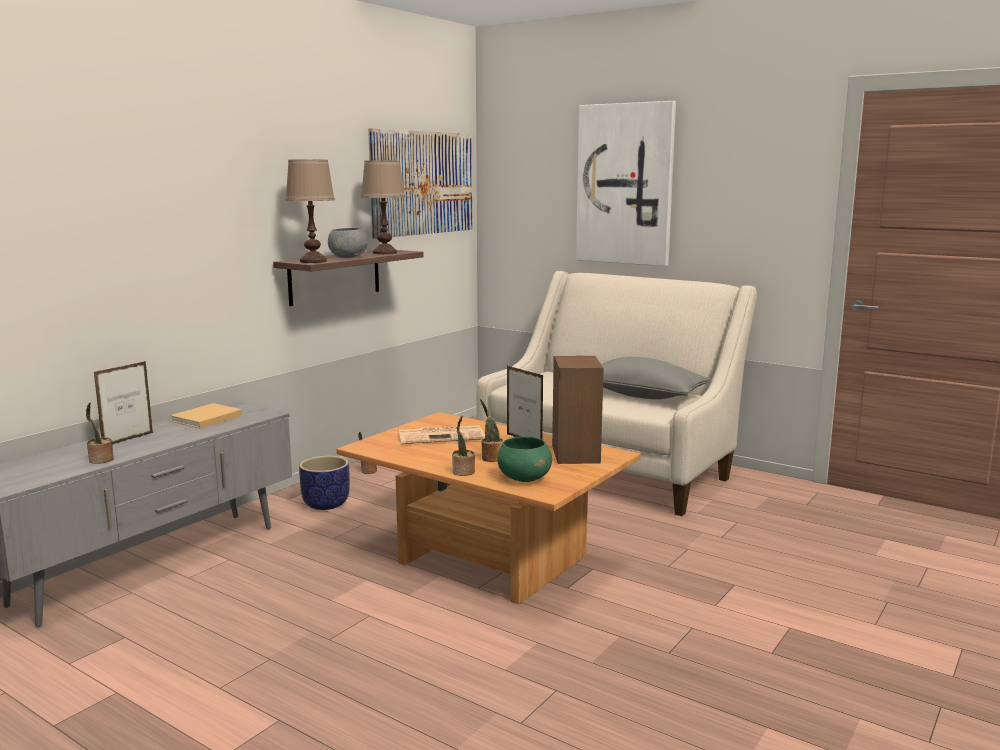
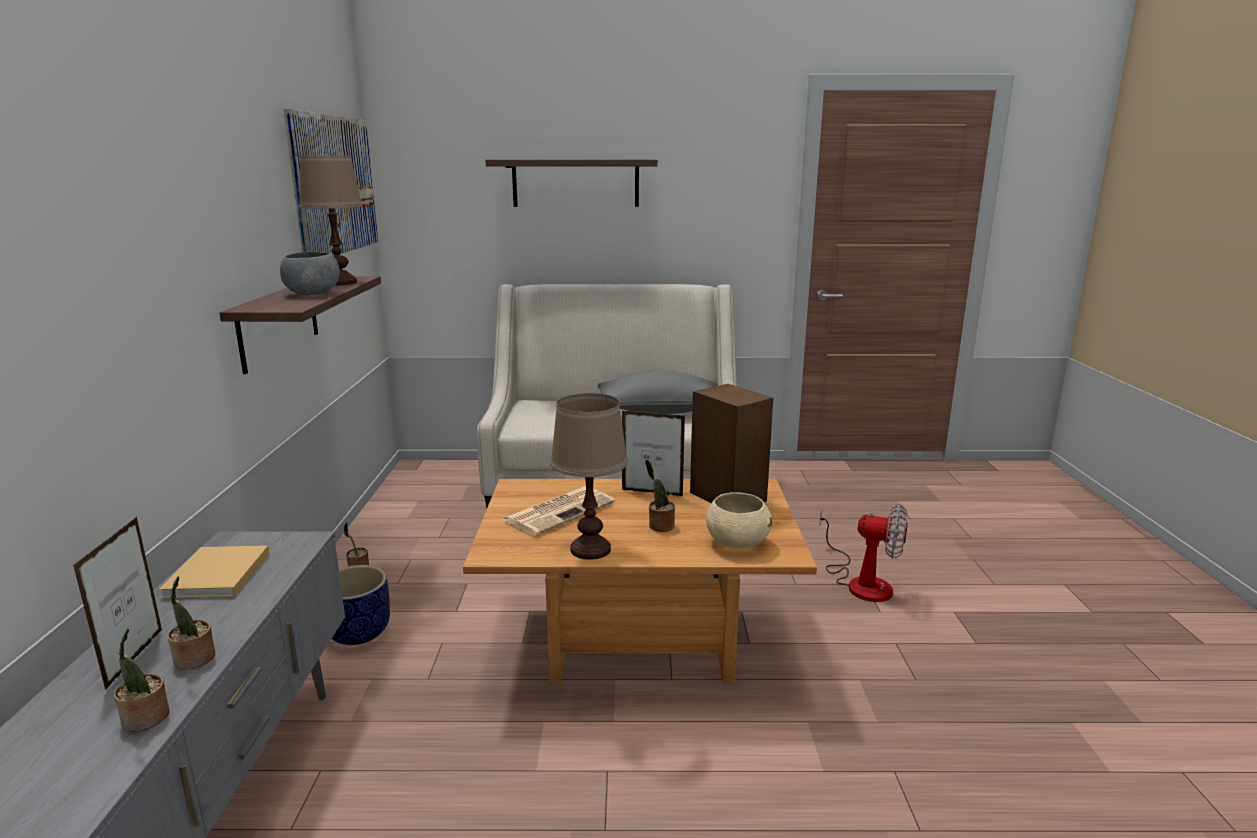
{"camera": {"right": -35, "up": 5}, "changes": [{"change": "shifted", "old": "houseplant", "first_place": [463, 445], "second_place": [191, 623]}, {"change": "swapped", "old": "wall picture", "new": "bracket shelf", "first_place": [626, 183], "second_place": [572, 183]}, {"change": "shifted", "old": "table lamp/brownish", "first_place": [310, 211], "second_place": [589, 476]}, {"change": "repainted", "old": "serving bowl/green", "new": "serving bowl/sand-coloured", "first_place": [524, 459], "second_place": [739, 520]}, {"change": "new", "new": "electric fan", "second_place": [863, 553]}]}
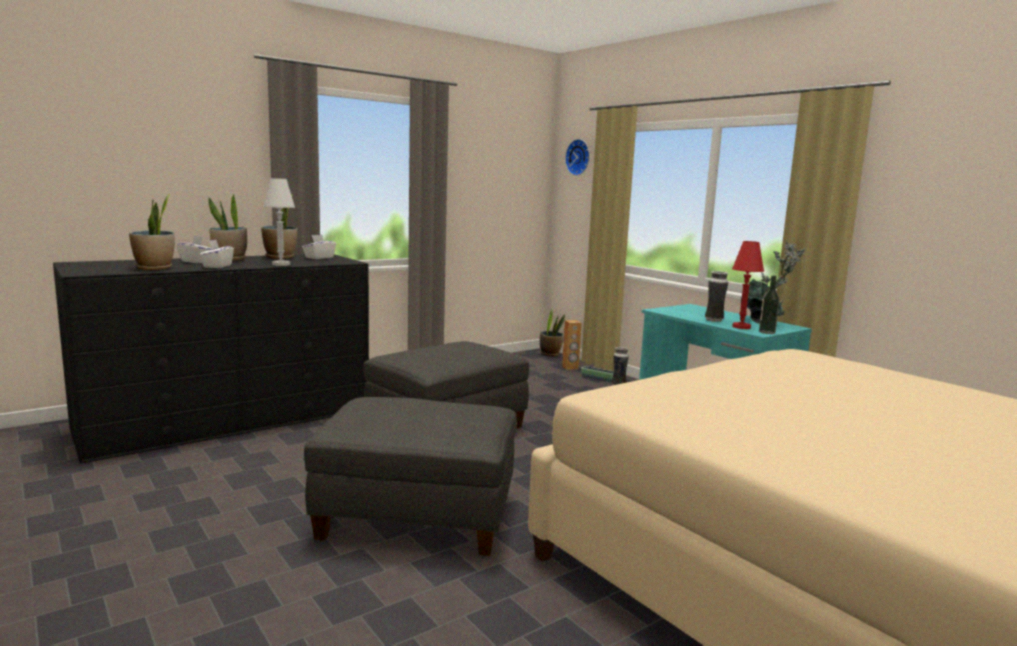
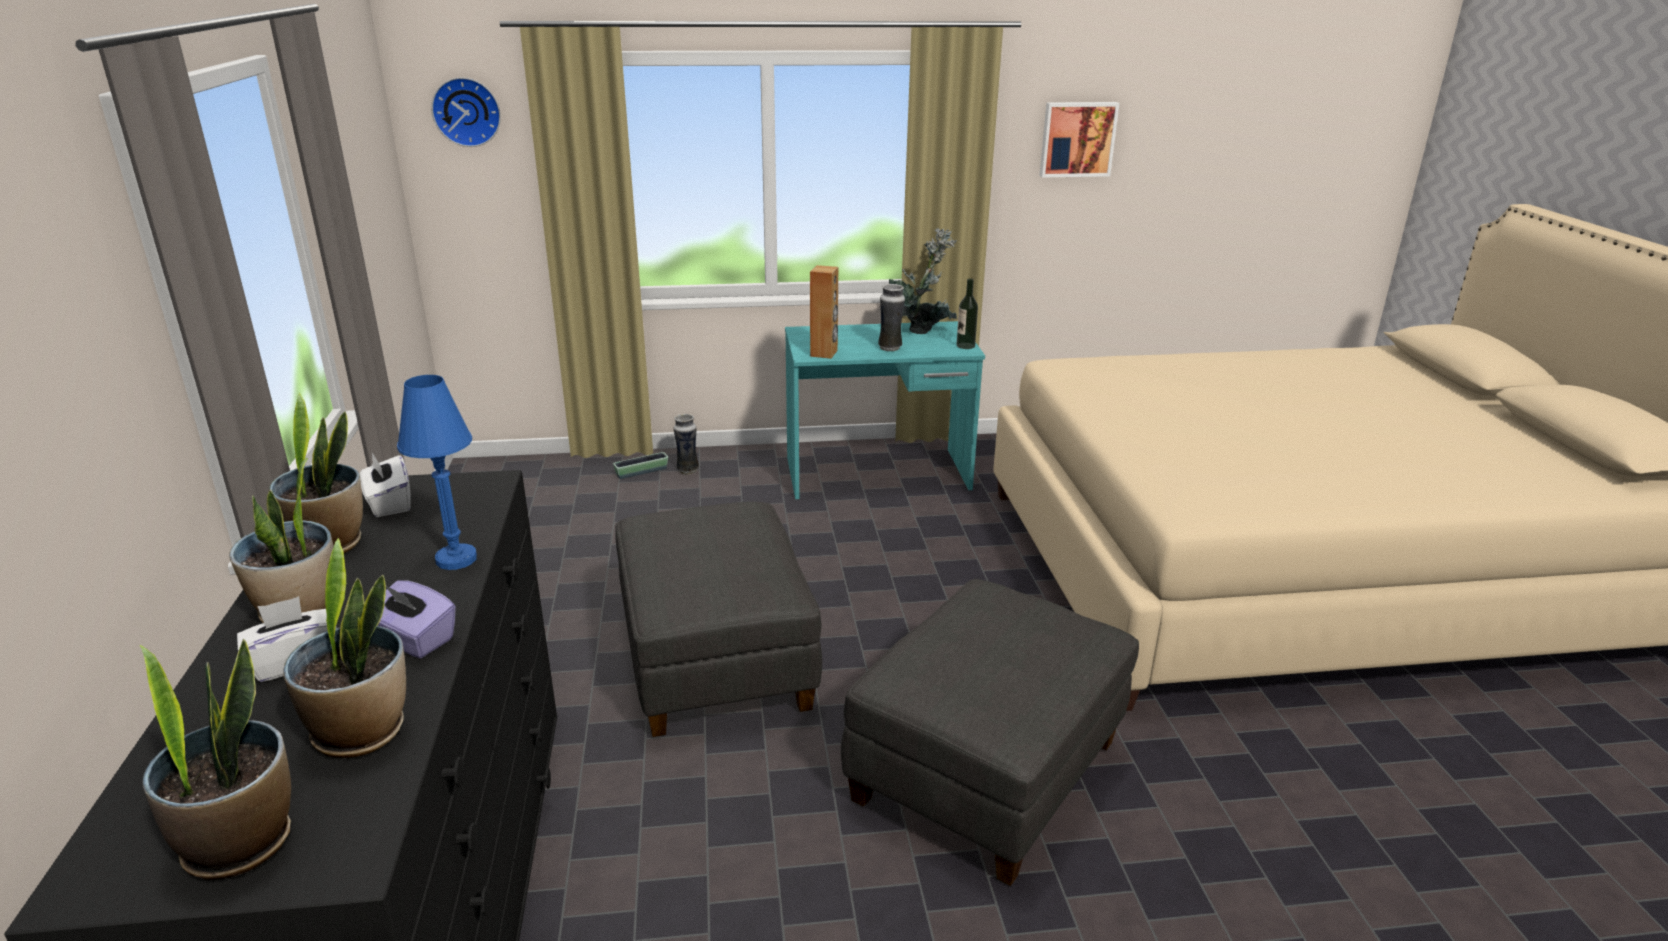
{"camera": {"right": -60, "up": 15}, "changes": [{"change": "shifted", "old": "houseplant", "first_place": [552, 332], "second_place": [215, 759]}, {"change": "repainted", "old": "box of tissues/whitish", "new": "box of tissues/purple-coloured", "first_place": [216, 254], "second_place": [416, 619]}, {"change": "repainted", "old": "table lamp/whitish", "new": "table lamp/bluish", "first_place": [279, 222], "second_place": [437, 472]}, {"change": "shifted", "old": "speaker/brownish", "first_place": [572, 345], "second_place": [824, 312]}, {"change": "new", "new": "wall picture", "second_place": [1079, 140]}, {"change": "gone", "old": "table lamp/red", "first_place": [748, 285]}]}
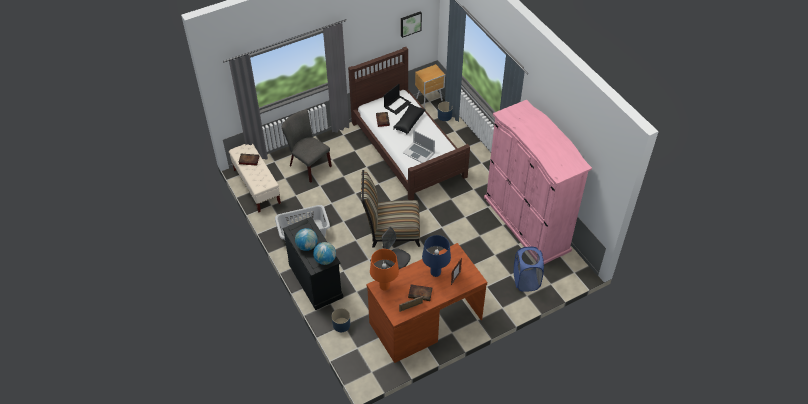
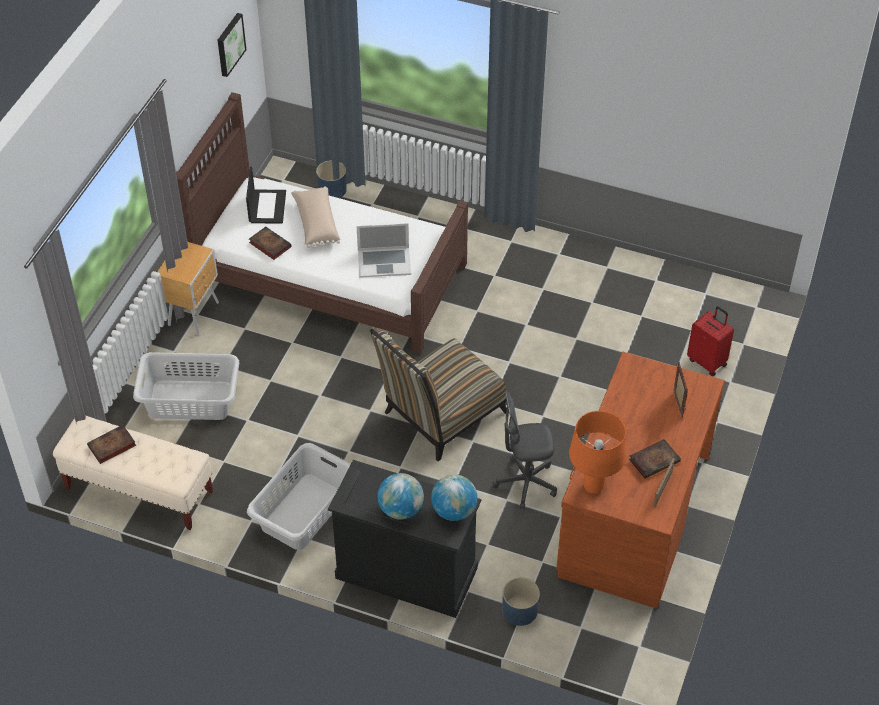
{"camera": {"right": -40, "up": 0}, "changes": [{"change": "swapped", "old": "upright chair/grey", "new": "laundry basket/grey", "first_place": [307, 146], "second_place": [186, 386]}, {"change": "shifted", "old": "nightstand/brownish", "first_place": [430, 86], "second_place": [188, 288]}, {"change": "repainted", "old": "cushion/black", "new": "cushion/sand-coloured", "first_place": [409, 119], "second_place": [315, 217]}, {"change": "swapped", "old": "laundry basket/bluish", "new": "piece of luggage/red", "first_place": [529, 269], "second_place": [710, 341]}, {"change": "gone", "old": "table lamp/bluish", "first_place": [436, 256]}, {"change": "gone", "old": "wardrobe/pink-coloured", "first_place": [538, 182]}]}
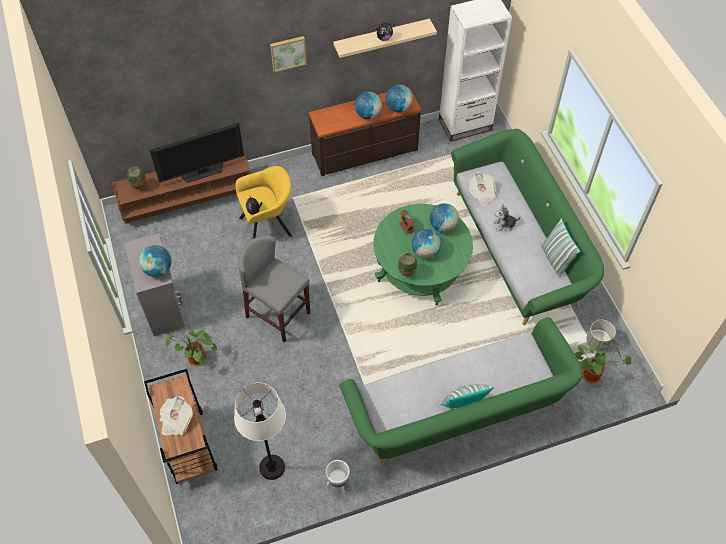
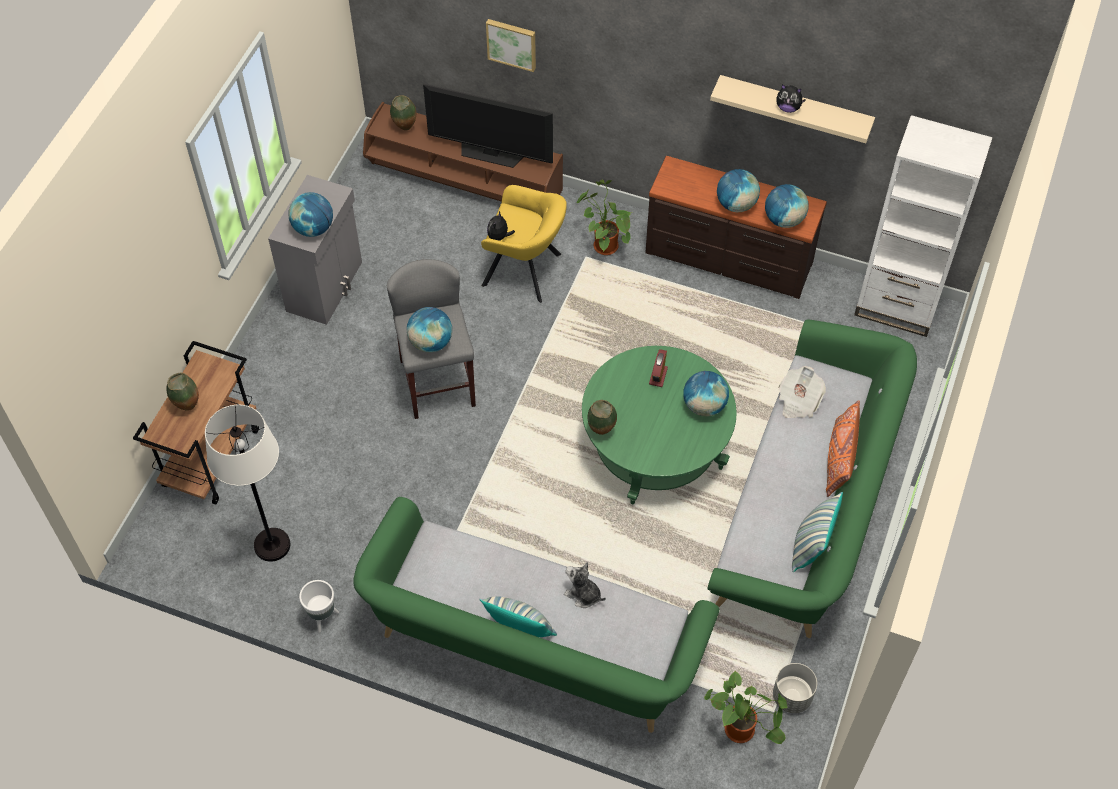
{"camera": {"right": 40, "up": 0}, "changes": [{"change": "swapped", "old": "newspaper", "new": "vase", "first_place": [176, 416], "second_place": [183, 392]}, {"change": "shifted", "old": "desk globe", "first_place": [426, 244], "second_place": [429, 330]}, {"change": "shifted", "old": "wall picture", "first_place": [288, 54], "second_place": [511, 45]}, {"change": "shifted", "old": "plush toy", "first_place": [507, 218], "second_place": [585, 585]}, {"change": "shifted", "old": "houseplant", "first_place": [191, 342], "second_place": [603, 217]}, {"change": "new", "new": "cushion/orange", "second_place": [843, 448]}]}
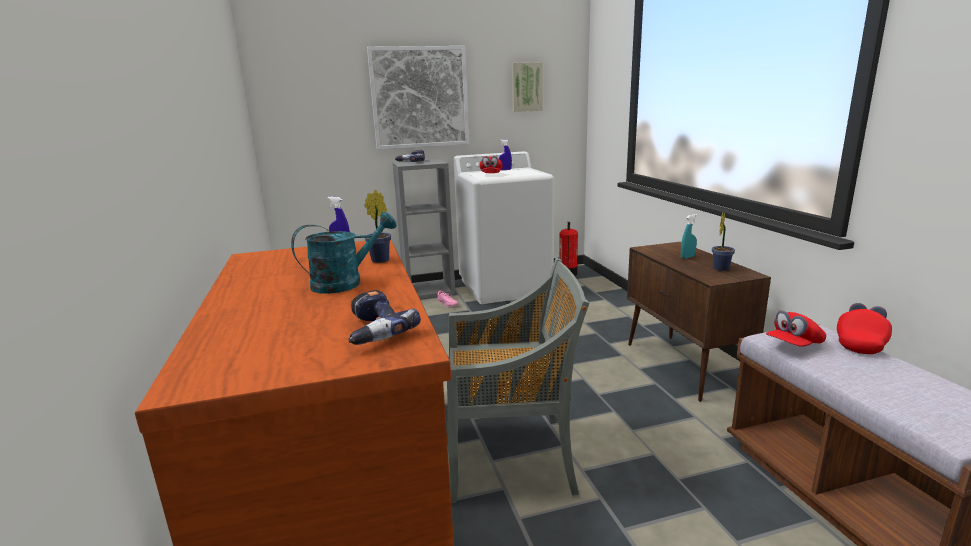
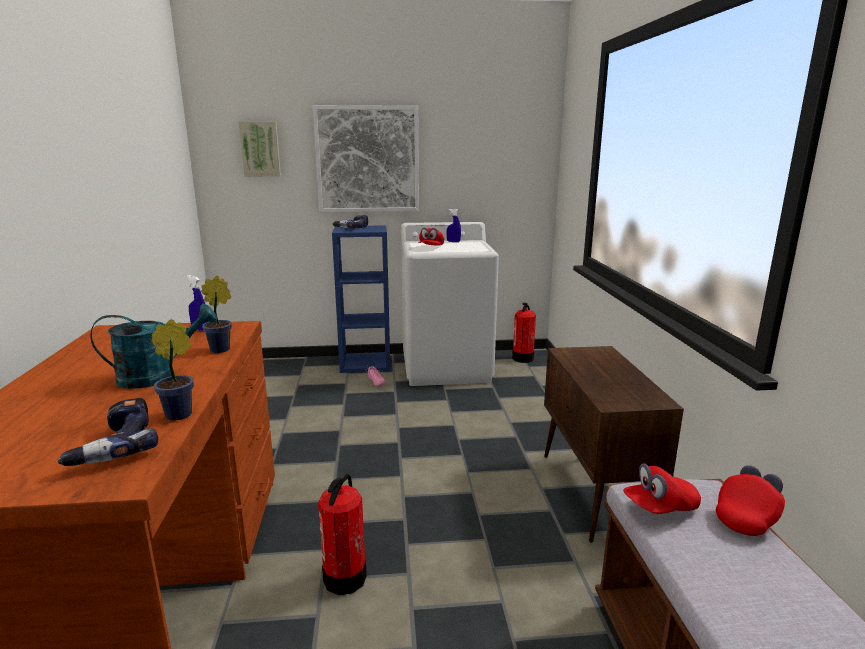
{"camera": {"right": 10, "up": 0}, "changes": [{"change": "shifted", "old": "houseplant", "first_place": [723, 241], "second_place": [172, 369]}, {"change": "shifted", "old": "wall picture", "first_place": [527, 87], "second_place": [259, 149]}, {"change": "swapped", "old": "upright chair/grey", "new": "fire-fighting cylinder", "first_place": [518, 380], "second_place": [342, 534]}, {"change": "repainted", "old": "bookshelf/grey", "new": "bookshelf/bluish", "first_place": [424, 229], "second_place": [361, 299]}, {"change": "gone", "old": "hand sprayer/turquoise", "first_place": [689, 236]}]}
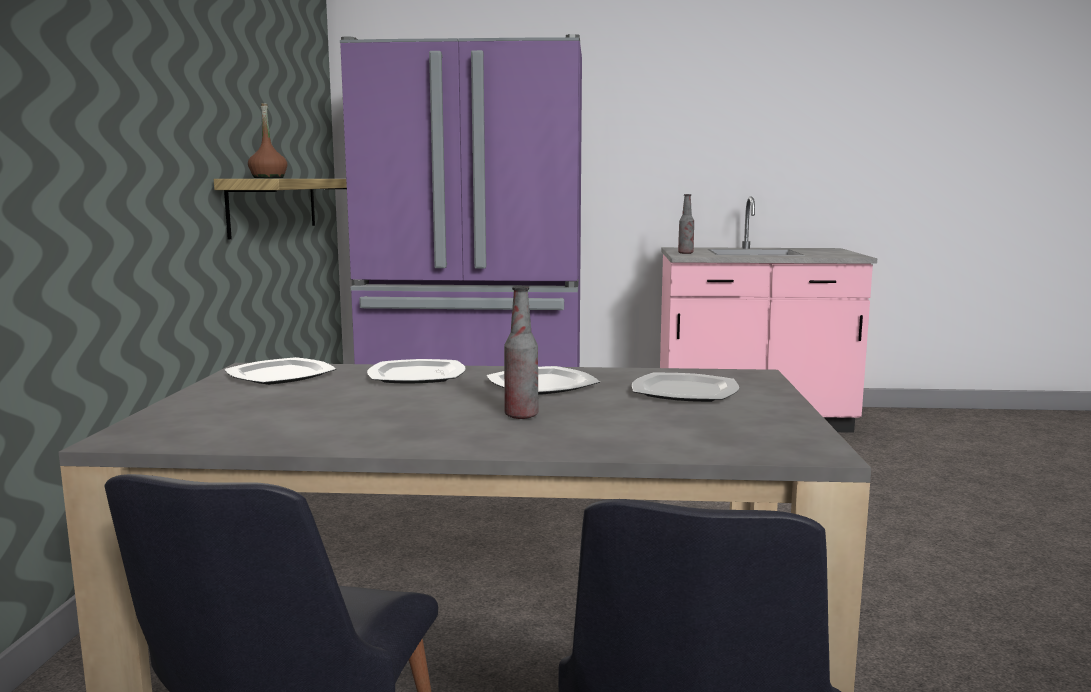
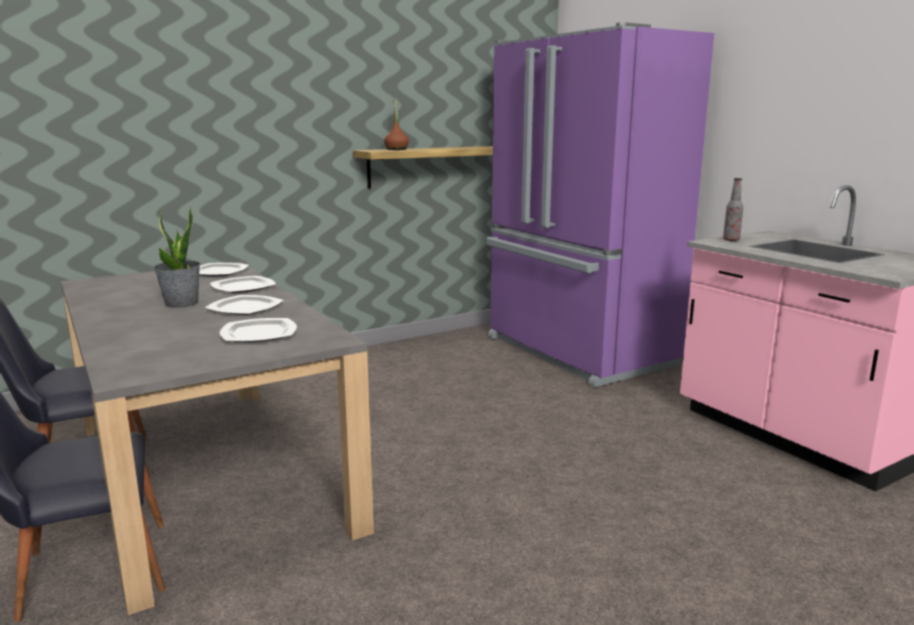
{"camera": {"right": 55, "up": 5}, "changes": [{"change": "new", "new": "houseplant", "second_place": [177, 257]}, {"change": "gone", "old": "bottle", "first_place": [521, 352]}]}
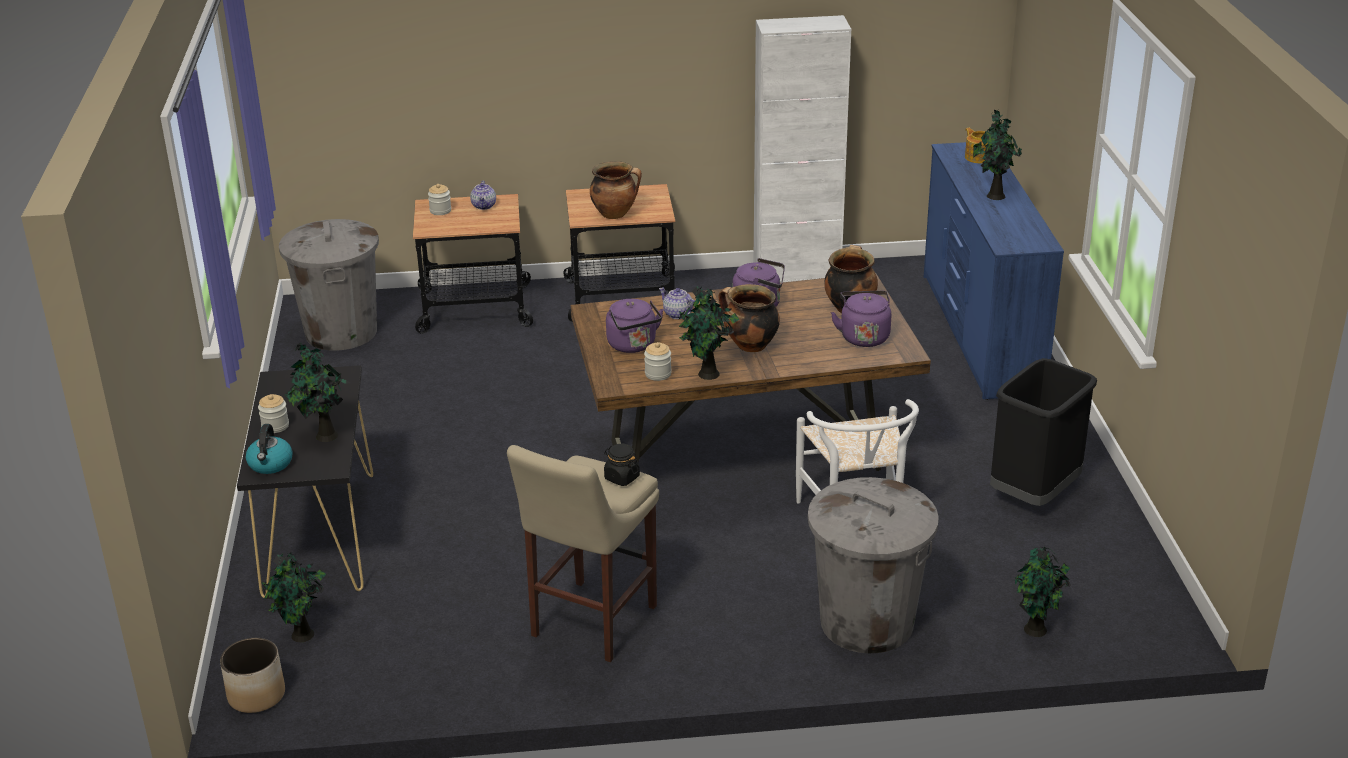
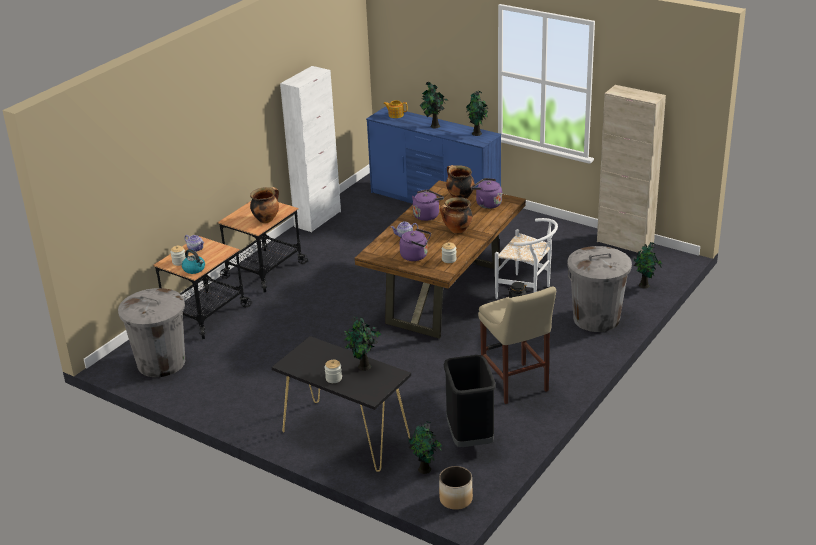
{"camera": {"right": -50, "up": 0}, "changes": [{"change": "shifted", "old": "tea kettle", "first_place": [269, 449], "second_place": [193, 261]}, {"change": "shifted", "old": "trash can/black", "first_place": [1043, 432], "second_place": [470, 401]}, {"change": "shifted", "old": "houseplant", "first_place": [709, 333], "second_place": [477, 113]}, {"change": "new", "new": "cupboard/sand-coloured", "second_place": [631, 169]}]}
